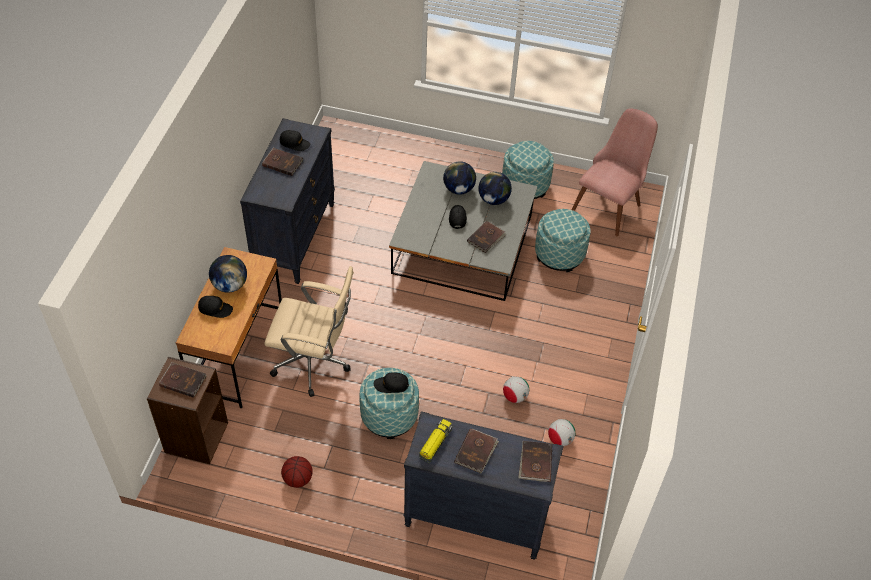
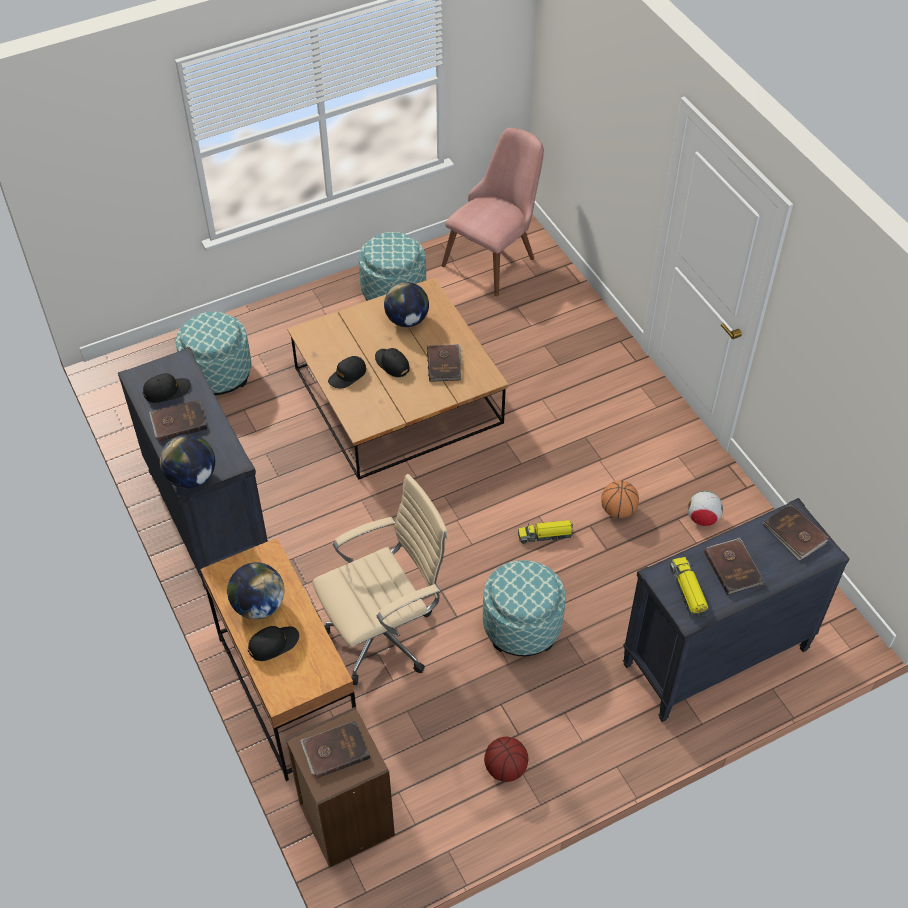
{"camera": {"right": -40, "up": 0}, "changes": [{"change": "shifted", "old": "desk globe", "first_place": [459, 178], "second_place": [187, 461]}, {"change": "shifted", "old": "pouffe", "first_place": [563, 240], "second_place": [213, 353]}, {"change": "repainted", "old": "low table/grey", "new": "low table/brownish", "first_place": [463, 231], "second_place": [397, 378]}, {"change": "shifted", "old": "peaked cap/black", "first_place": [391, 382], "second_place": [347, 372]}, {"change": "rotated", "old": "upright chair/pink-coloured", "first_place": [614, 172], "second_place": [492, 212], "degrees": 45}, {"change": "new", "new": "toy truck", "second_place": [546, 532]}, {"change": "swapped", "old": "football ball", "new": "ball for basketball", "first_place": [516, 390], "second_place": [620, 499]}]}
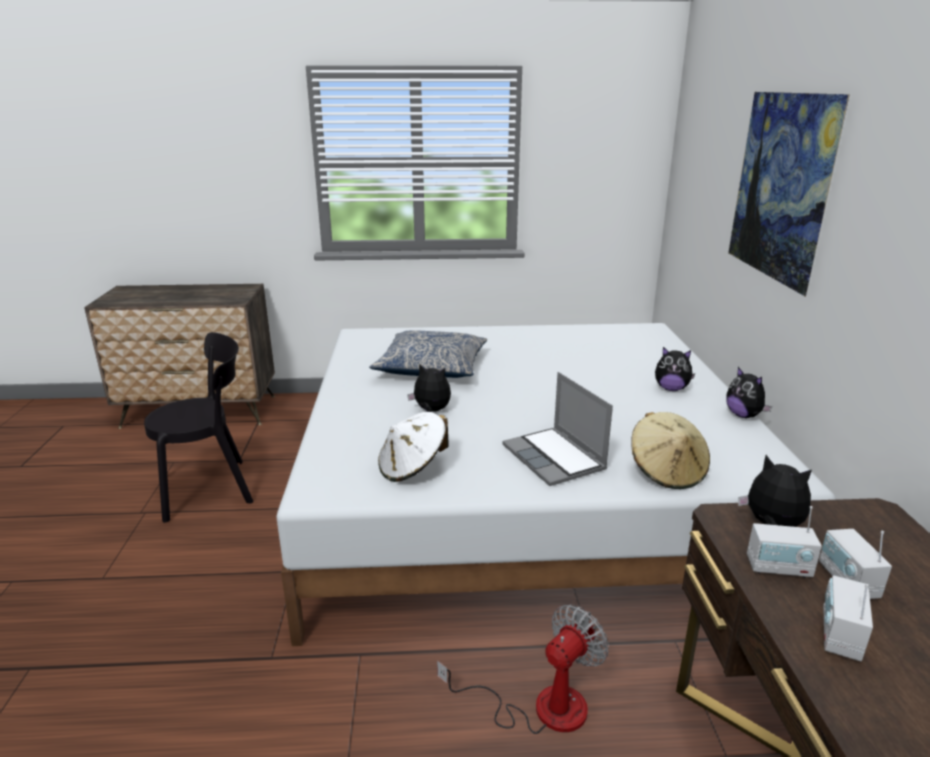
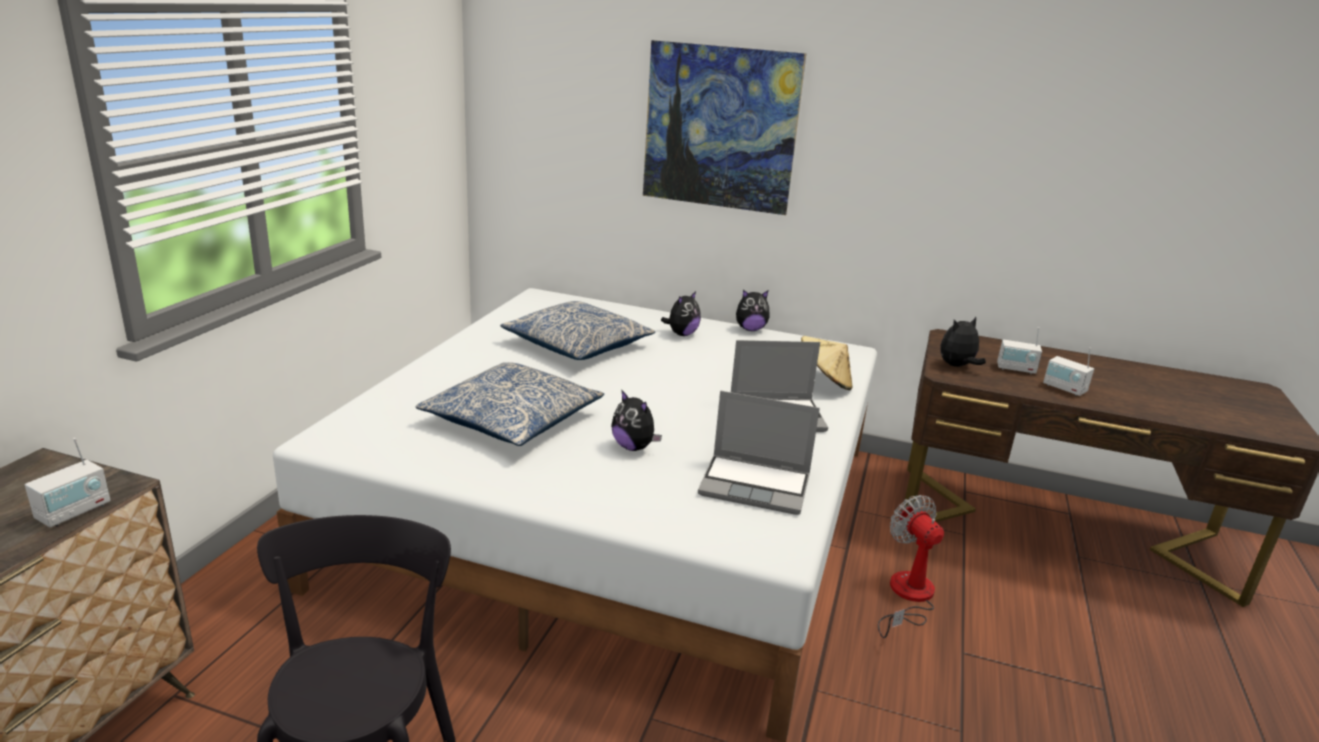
{"camera": {"right": -70, "up": 0}, "changes": [{"change": "shifted", "old": "radio set", "first_place": [784, 542], "second_place": [67, 482]}, {"change": "new", "new": "cushion", "second_place": [577, 330]}, {"change": "rotated", "old": "plush toy", "first_place": [429, 387], "second_place": [636, 420], "degrees": -90}, {"change": "swapped", "old": "hat/whitish", "new": "laptop", "first_place": [413, 447], "second_place": [759, 453]}]}
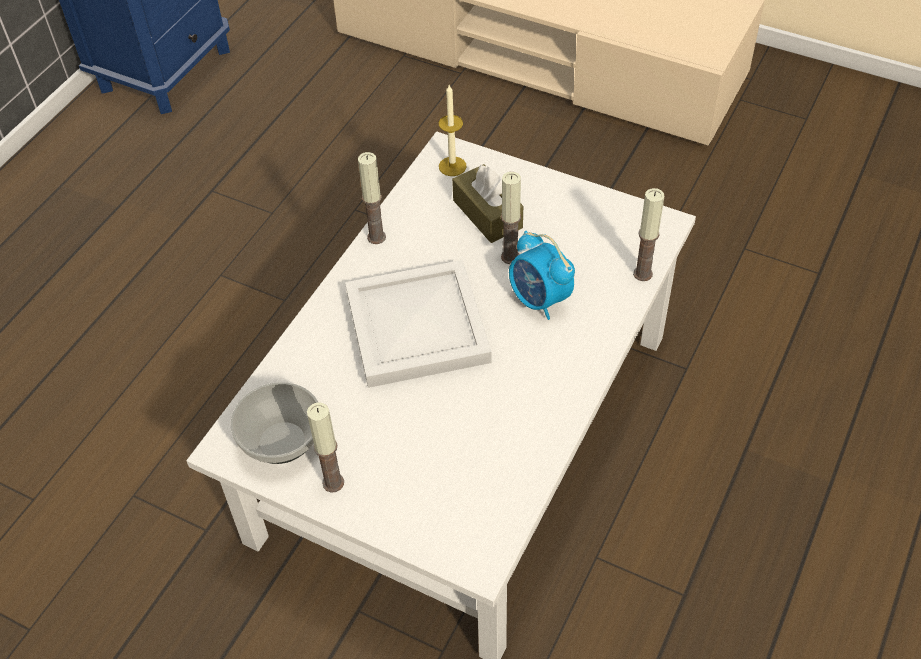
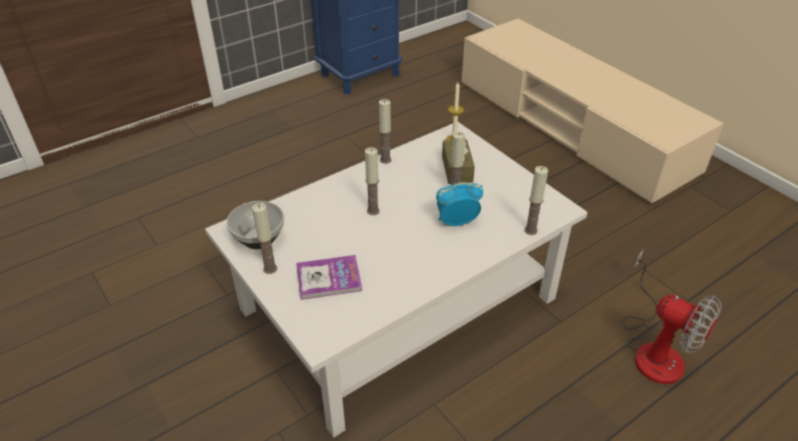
{"camera": {"right": 25, "up": -10}, "changes": [{"change": "new", "new": "bound book", "second_place": [329, 277]}, {"change": "swapped", "old": "tray/whitish", "new": "wax candle", "first_place": [418, 324], "second_place": [372, 181]}, {"change": "rotated", "old": "bedside clock", "first_place": [542, 275], "second_place": [459, 204], "degrees": 90}, {"change": "new", "new": "electric fan", "second_place": [672, 316]}]}
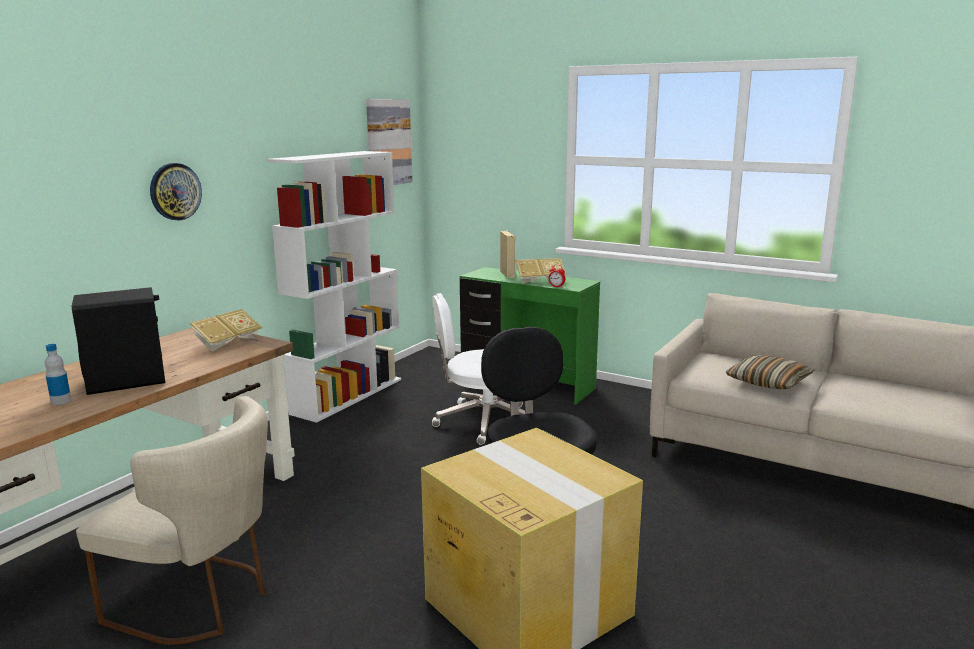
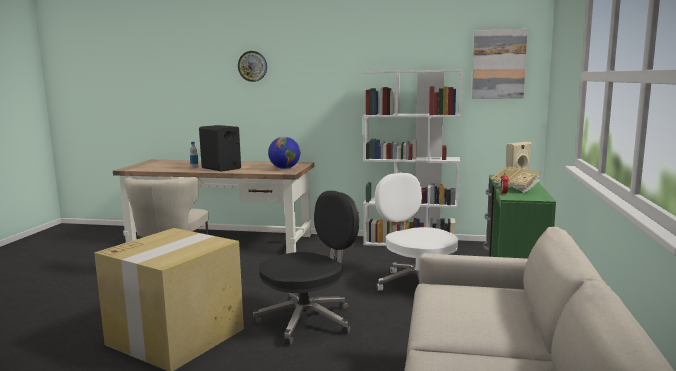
{"camera": {"right": 70, "up": -5}, "changes": [{"change": "shifted", "old": "hanging clock", "first_place": [176, 191], "second_place": [252, 66]}, {"change": "swapped", "old": "bound book", "new": "desk globe", "first_place": [226, 330], "second_place": [284, 153]}, {"change": "gone", "old": "cushion", "first_place": [770, 372]}]}
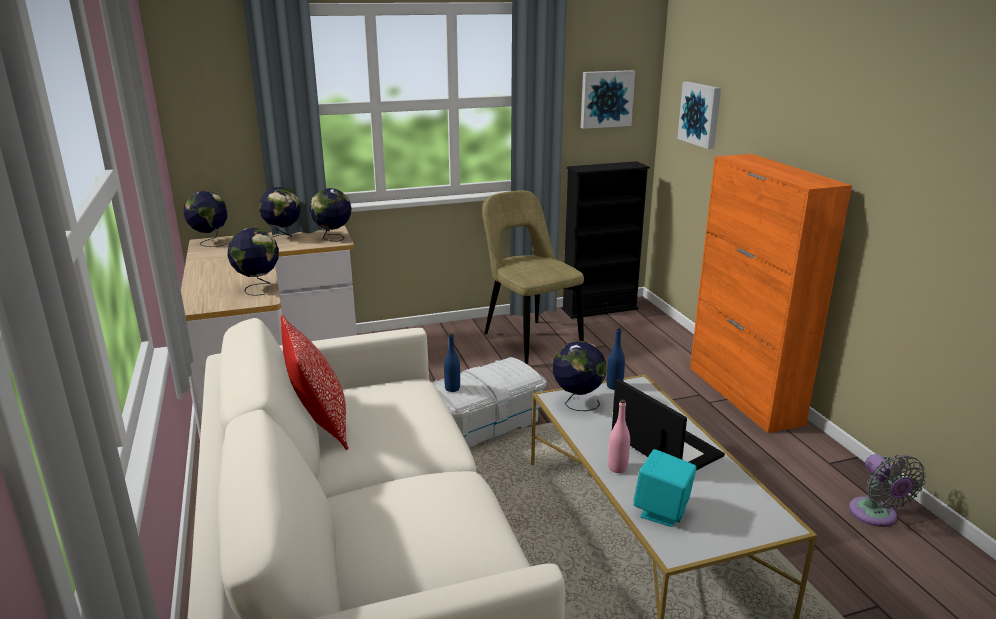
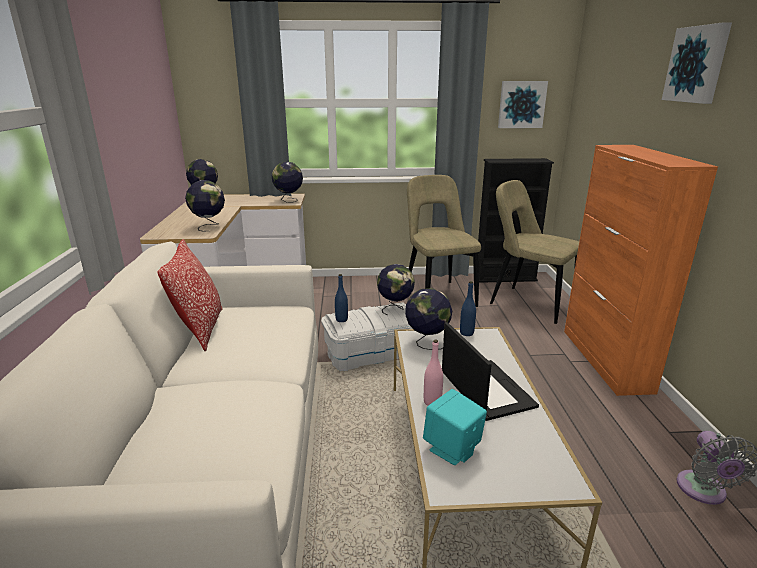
{"camera": {"right": 15, "up": 0}, "changes": [{"change": "shifted", "old": "desk globe", "first_place": [280, 212], "second_place": [396, 289]}, {"change": "new", "new": "upright chair/sand-coloured", "second_place": [534, 252]}, {"change": "shifted", "old": "wall picture", "first_place": [699, 115], "second_place": [697, 63]}]}
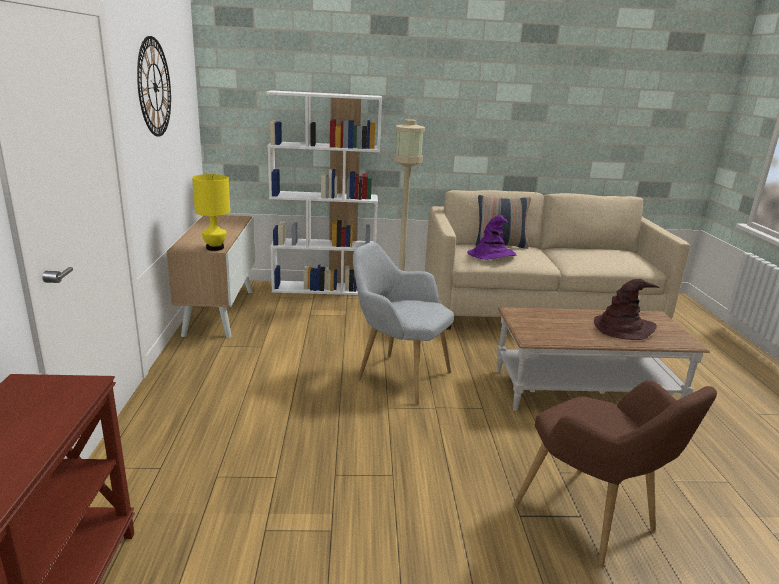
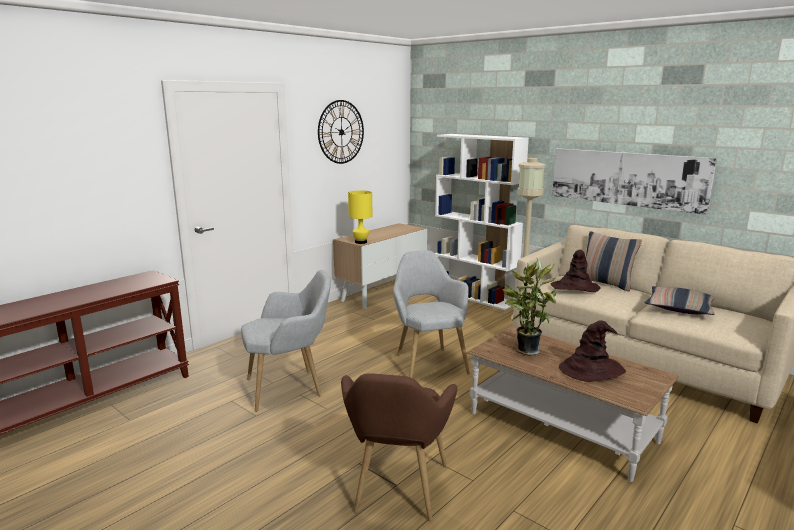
{"camera": {"right": 45, "up": -5}, "changes": [{"change": "new", "new": "armchair/grey", "second_place": [286, 341]}, {"change": "new", "new": "houseplant", "second_place": [529, 307]}, {"change": "repainted", "old": "hat/purple-coloured", "new": "hat/brownish", "first_place": [491, 237], "second_place": [576, 271]}, {"change": "new", "new": "wall picture", "second_place": [634, 181]}, {"change": "new", "new": "cushion", "second_place": [680, 300]}]}
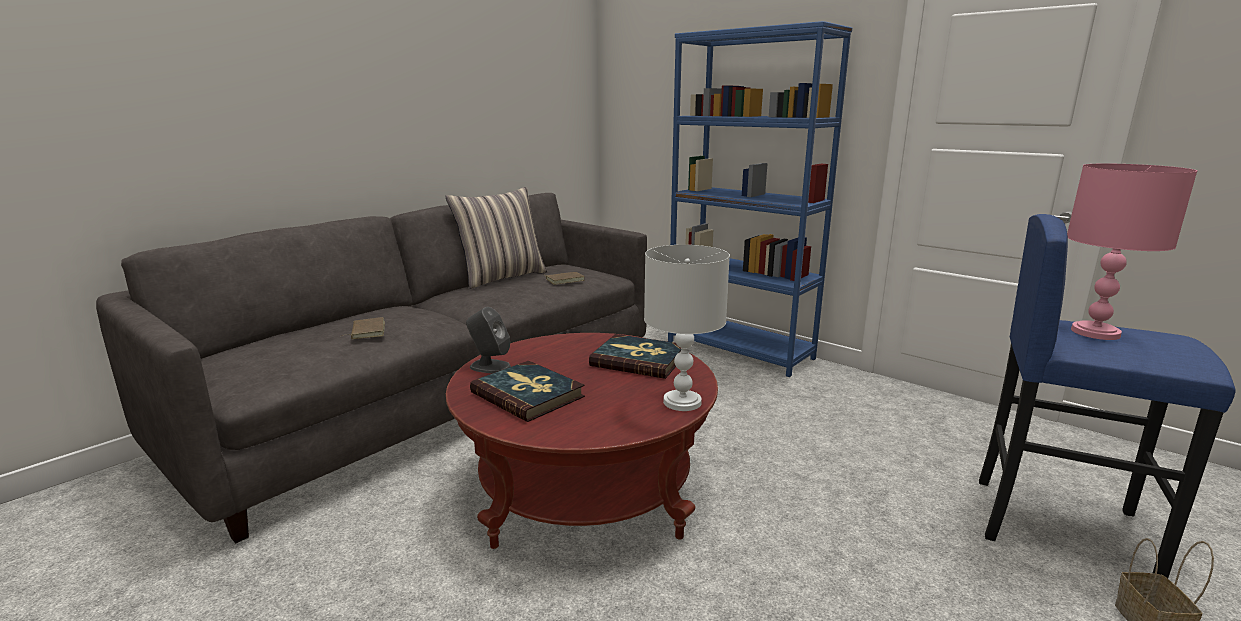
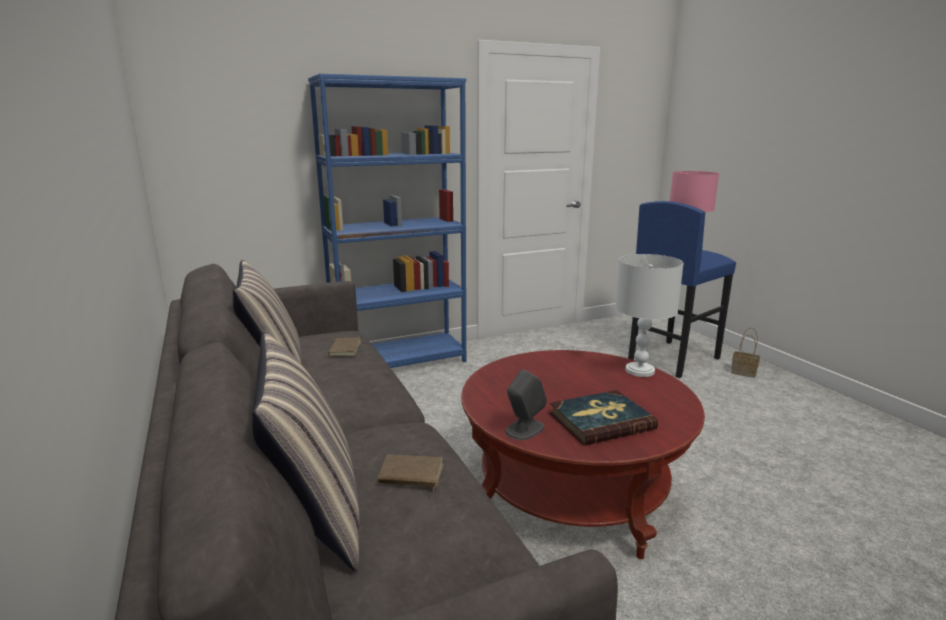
{"camera": {"right": -65, "up": 0}, "changes": [{"change": "new", "new": "cushion", "second_place": [305, 451]}, {"change": "gone", "old": "bound book", "first_place": [635, 356]}]}
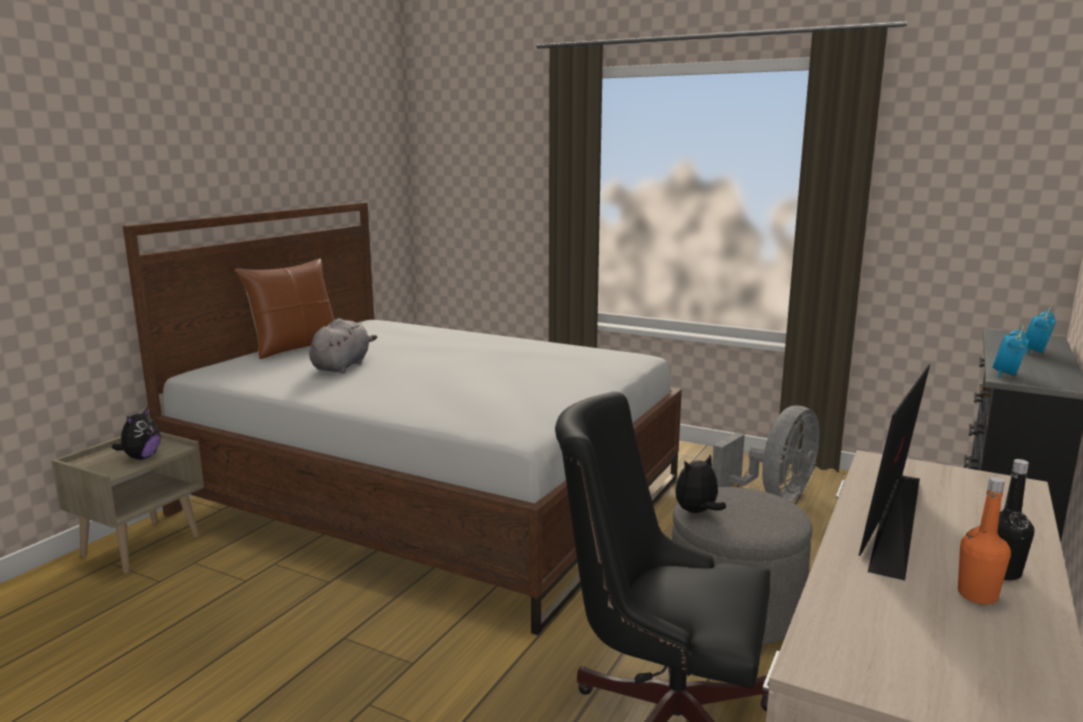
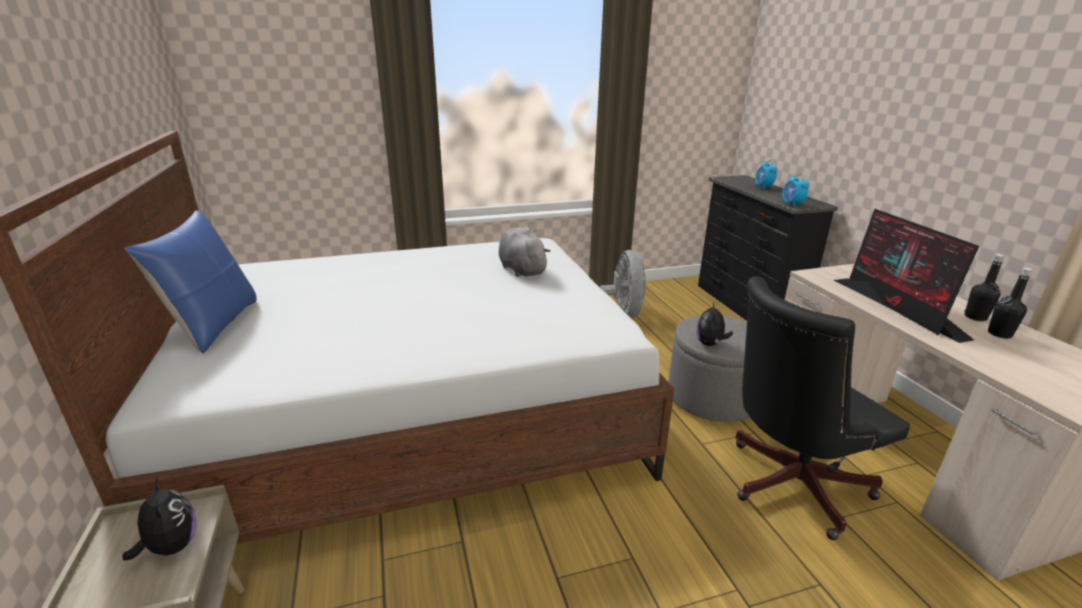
{"camera": {"right": -45, "up": 10}, "changes": [{"change": "repainted", "old": "cushion/brownish", "new": "cushion/bluish", "first_place": [285, 309], "second_place": [191, 281]}, {"change": "shifted", "old": "plush toy/grey", "first_place": [343, 345], "second_place": [524, 252]}, {"change": "repainted", "old": "bottle/orange", "new": "bottle/black", "first_place": [984, 540], "second_place": [1010, 303]}]}
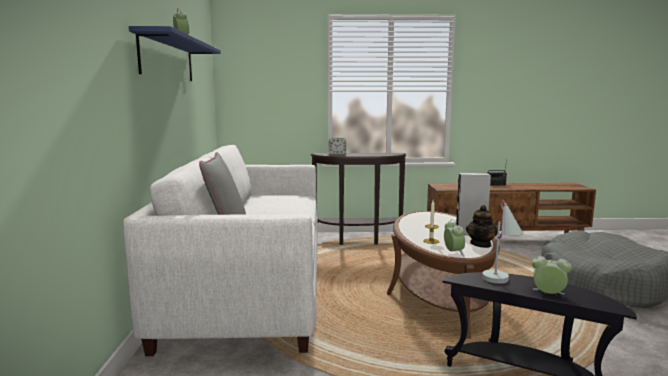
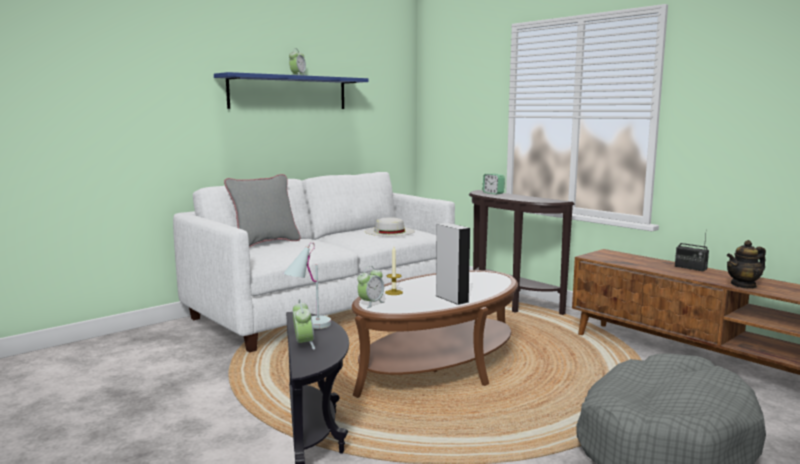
{"camera": {"right": 50, "up": 0}, "changes": [{"change": "new", "new": "hat/whitish", "second_place": [390, 226]}, {"change": "shifted", "old": "tea pot", "first_place": [482, 226], "second_place": [746, 264]}]}
